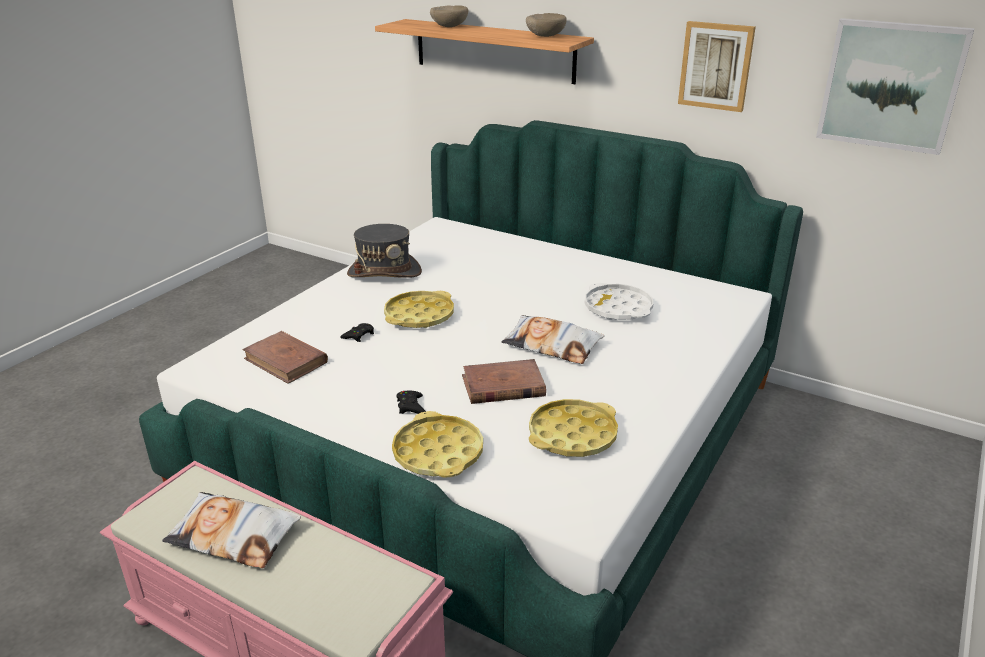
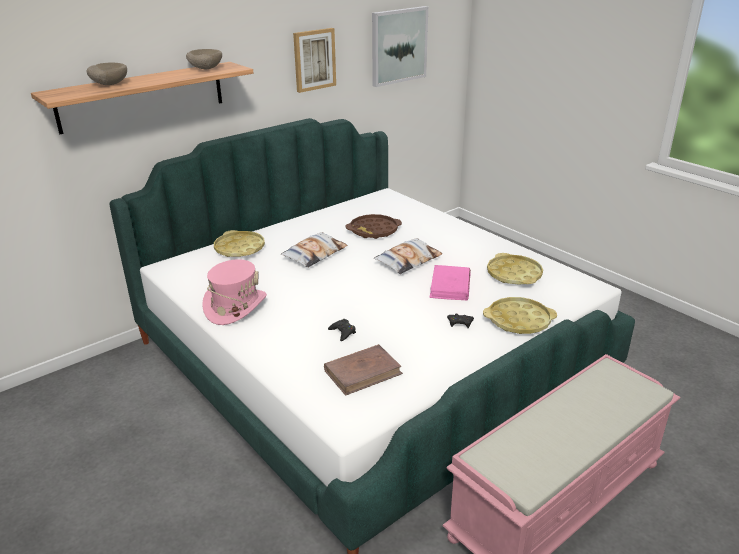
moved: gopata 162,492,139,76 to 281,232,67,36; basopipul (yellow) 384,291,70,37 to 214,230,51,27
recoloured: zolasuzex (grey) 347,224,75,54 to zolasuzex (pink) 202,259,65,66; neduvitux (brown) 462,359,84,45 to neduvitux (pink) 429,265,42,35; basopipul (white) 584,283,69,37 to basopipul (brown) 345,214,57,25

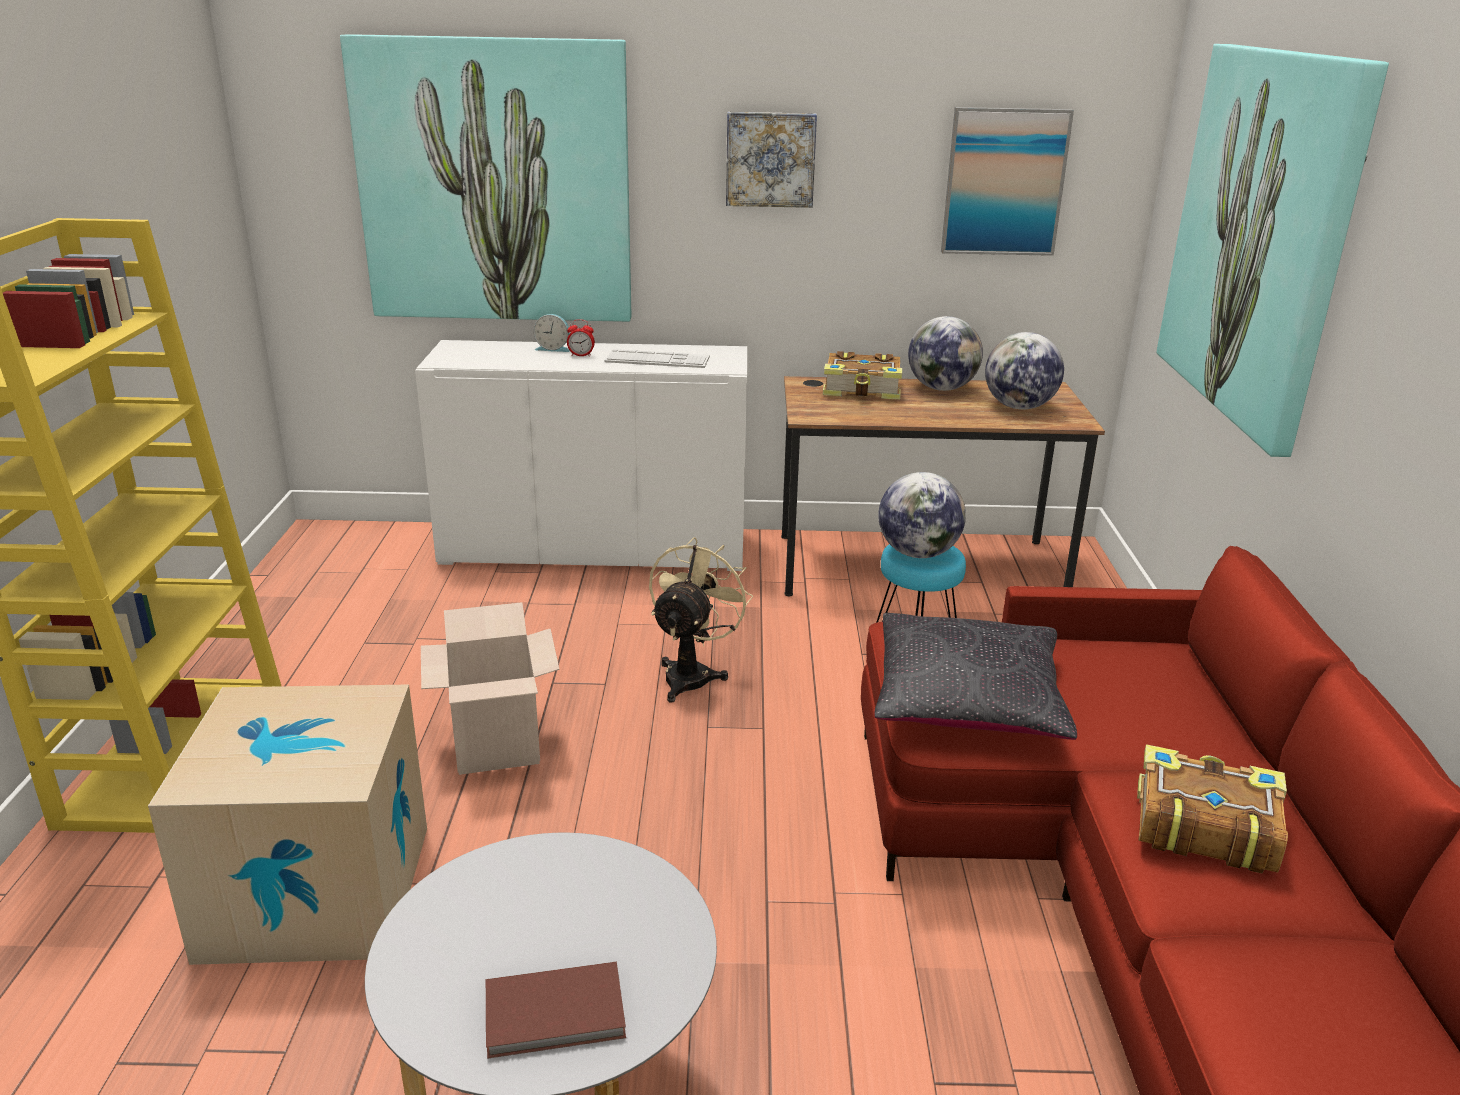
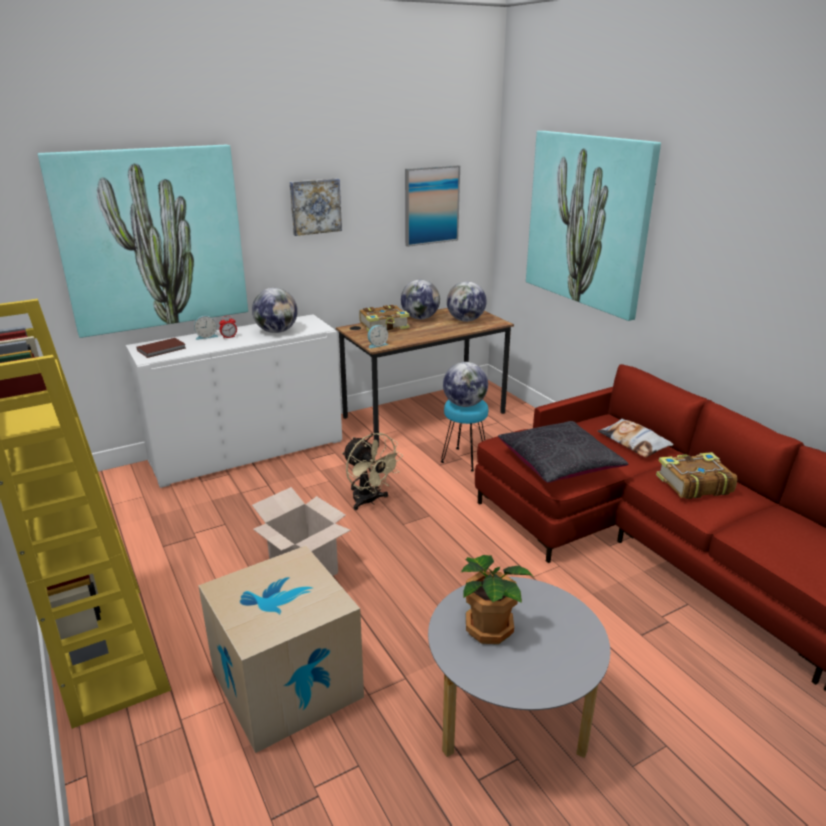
added: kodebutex 368,325,20,23; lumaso 461,555,73,89; gopata 598,419,76,38
moved: neduvitux (brown) 486,962,140,97 to 136,338,50,20
replaced: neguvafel 605,349,105,19 to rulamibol 252,288,46,45
turned: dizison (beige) 649,537,104,166 = 342,433,61,77 150 degrees clockwise

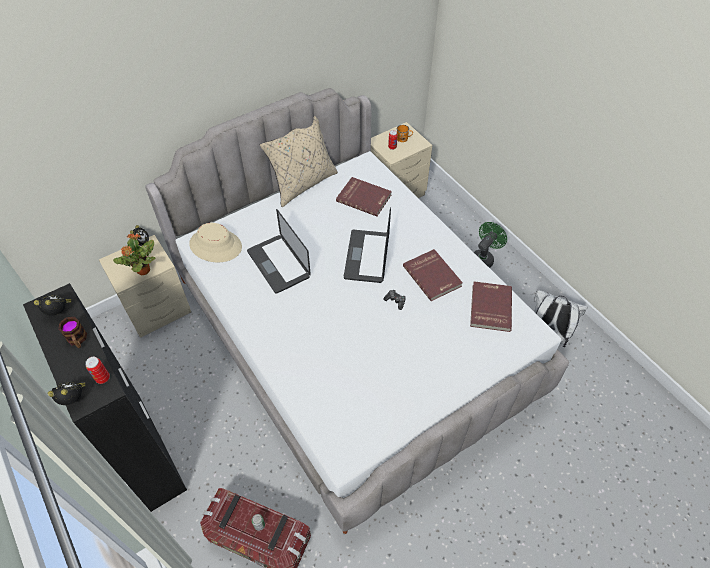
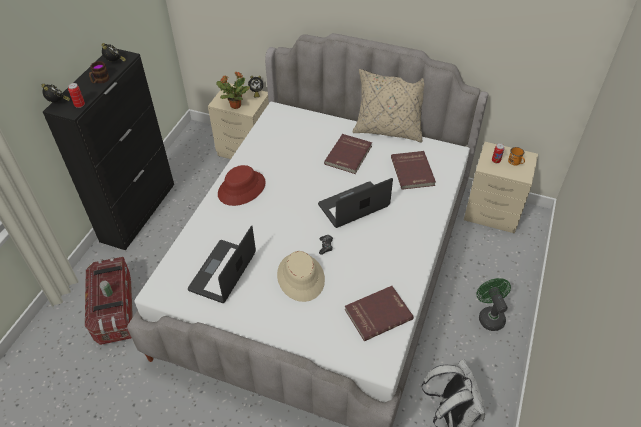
added: zolasuzex (red) 218,165,48,41
moved: zolasuzex (beige) 189,223,53,39 to 277,251,48,51; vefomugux 247,209,64,85 to 188,226,68,77; neduvitux (red) 403,249,60,52 to 324,134,48,40
turned: dizison (green) 474,222,33,46 = 476,278,35,53 105 degrees counterclockwise

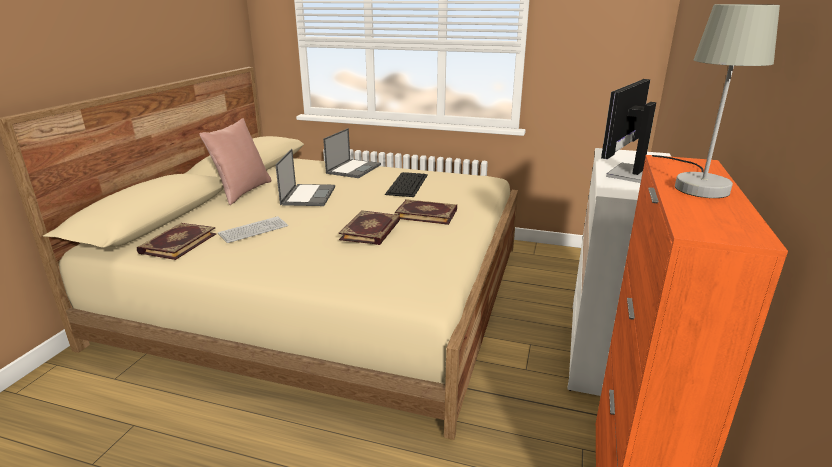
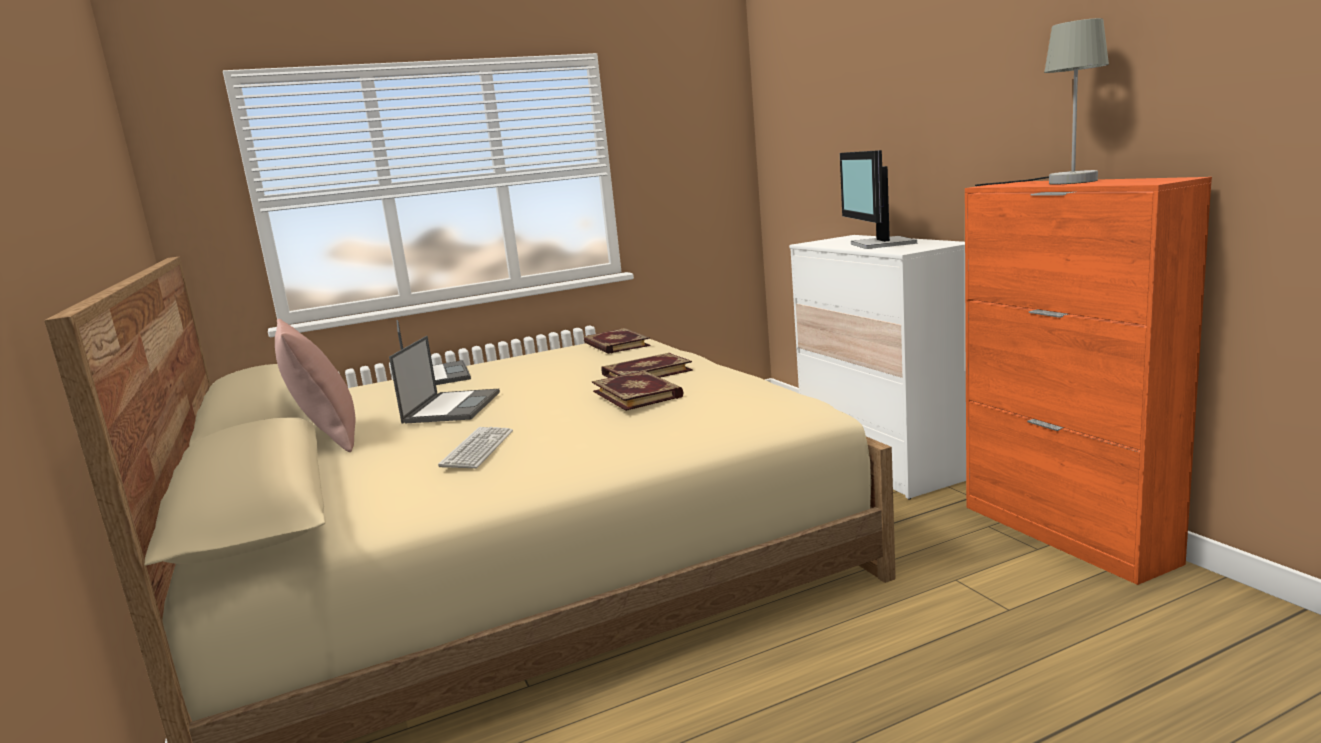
removed: neguvafel 385,172,43,25
moved: neduvitux 137,223,79,37 to 584,328,67,26
turned: vefomugux 276,149,59,57 = 389,336,111,88 45 degrees clockwise

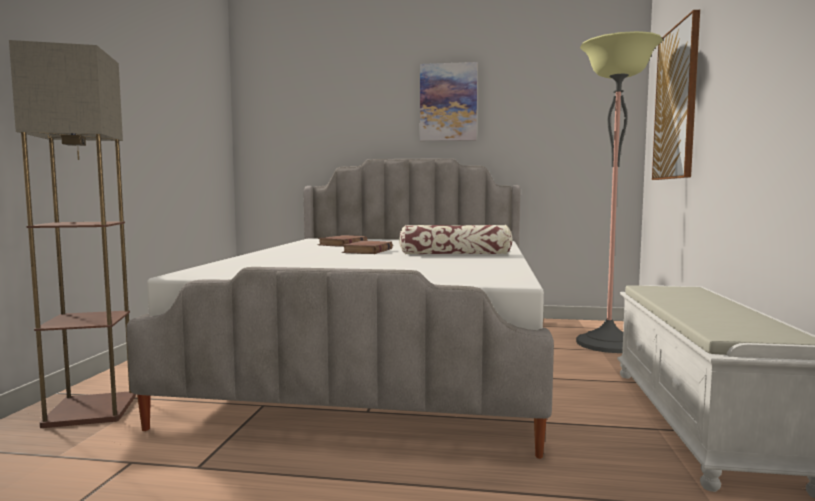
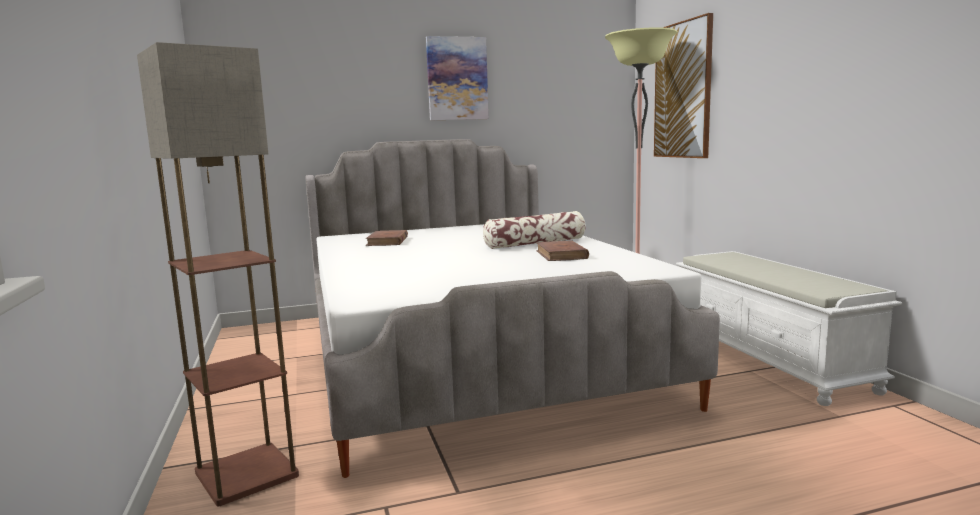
moved: neduvitux (brown) 342,241,51,13 to 536,240,53,21

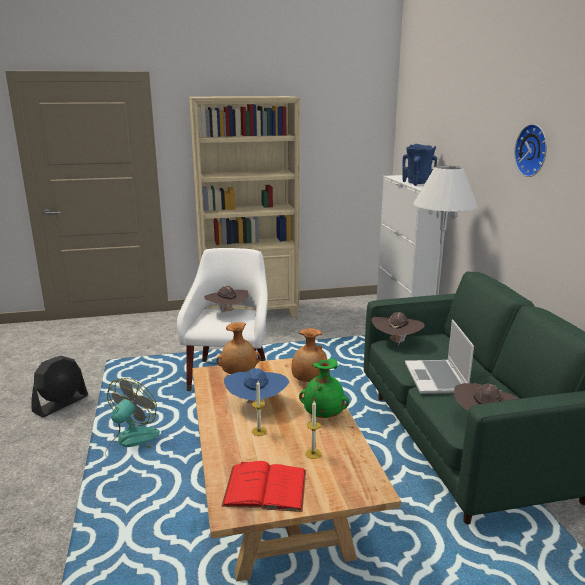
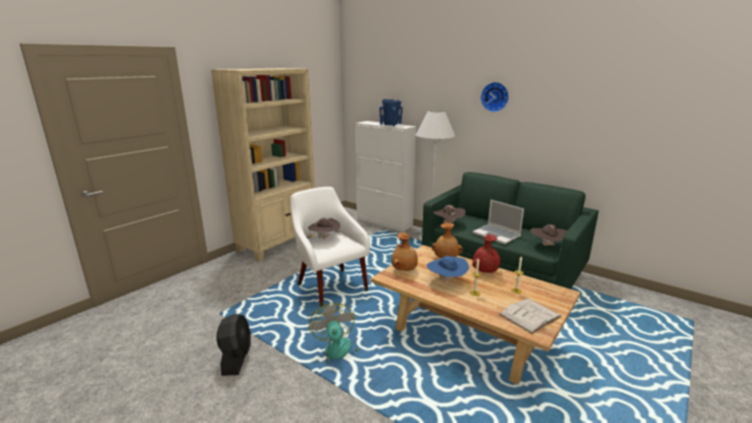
recoloured: neduvitux (red) 221,461,85,51 to neduvitux (white) 499,299,63,35; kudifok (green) 299,358,50,60 to kudifok (red) 472,234,28,39

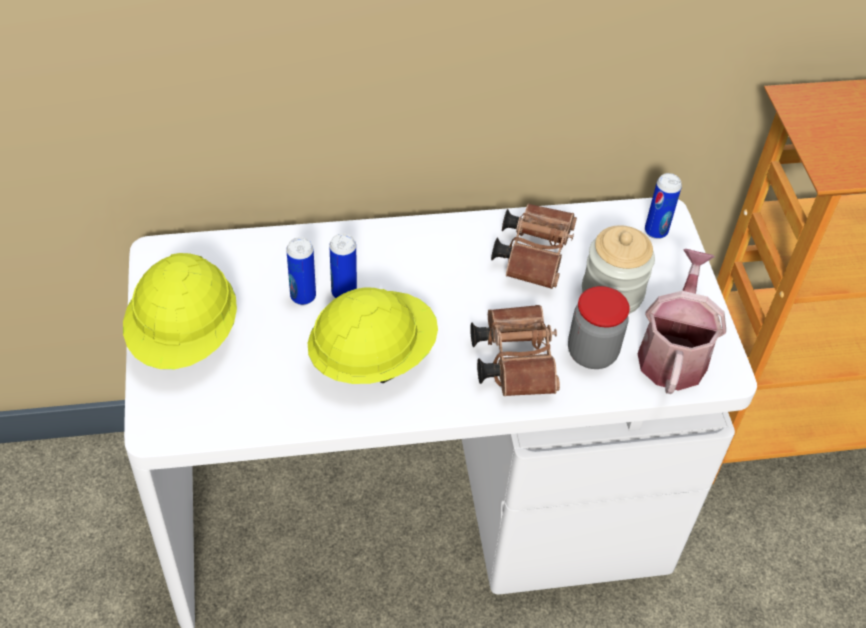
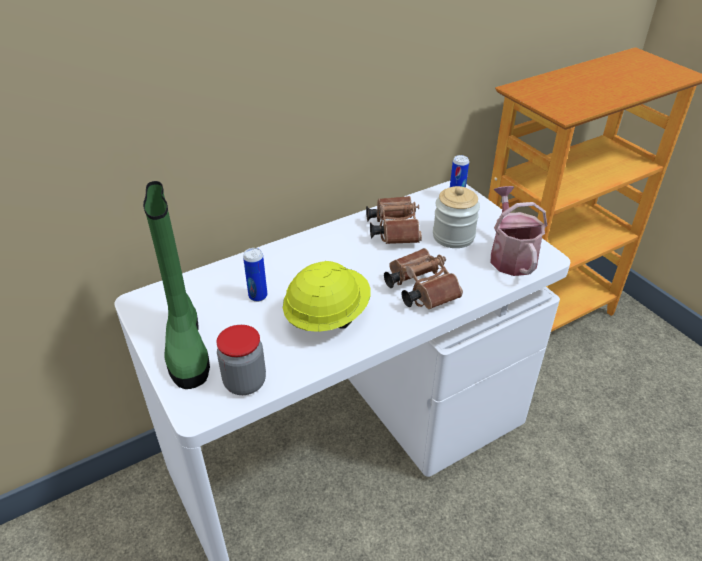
removed: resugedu 329,233,28,65
moved: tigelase 568,286,62,83 to 216,325,50,70
replaced: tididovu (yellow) 123,253,114,116 to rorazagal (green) 143,181,67,208

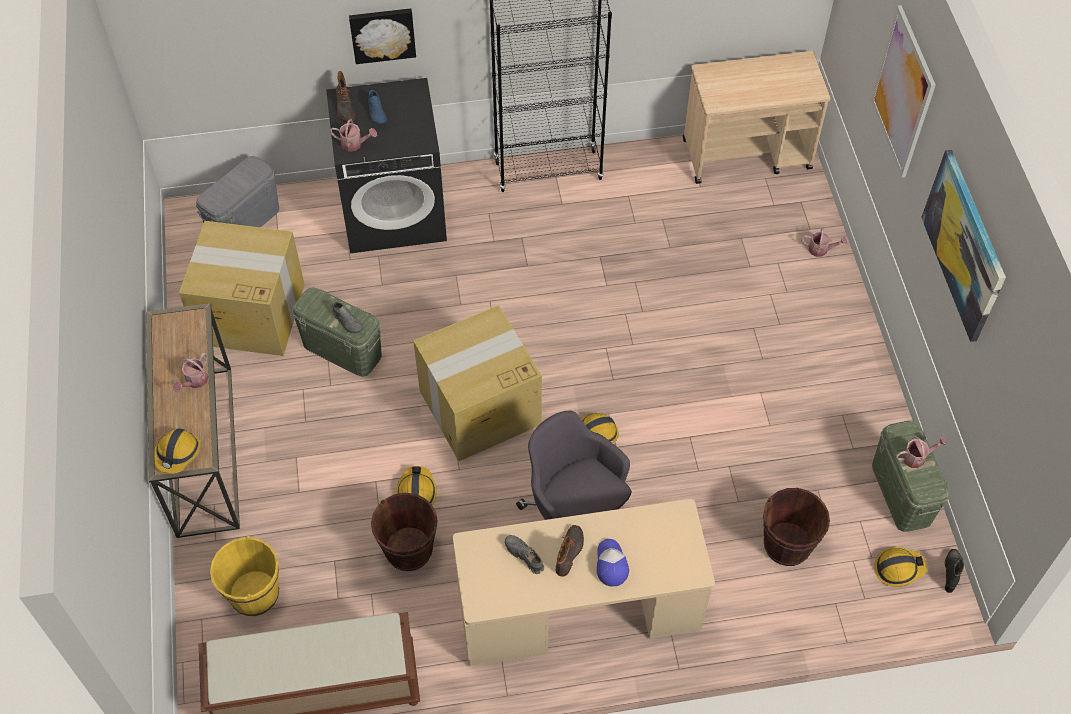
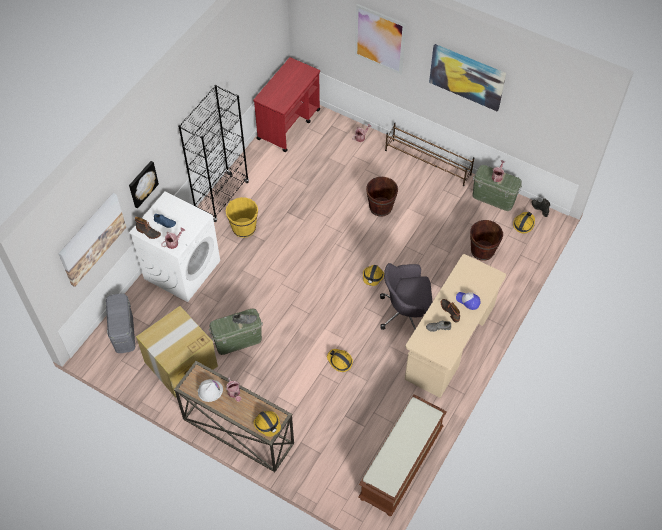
removed: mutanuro 413,305,129,156
added: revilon 58,193,68,94; tididovu (white) 198,379,25,23; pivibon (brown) 385,123,89,63
moved: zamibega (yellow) 210,536,69,80 to 226,197,32,41; zamibega (brown) 371,493,67,78 to 366,177,32,40
recoloured: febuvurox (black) 326,78,121,175 to febuvurox (white) 129,192,91,110; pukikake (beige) 683,51,148,133 to pukikake (red) 253,57,67,95

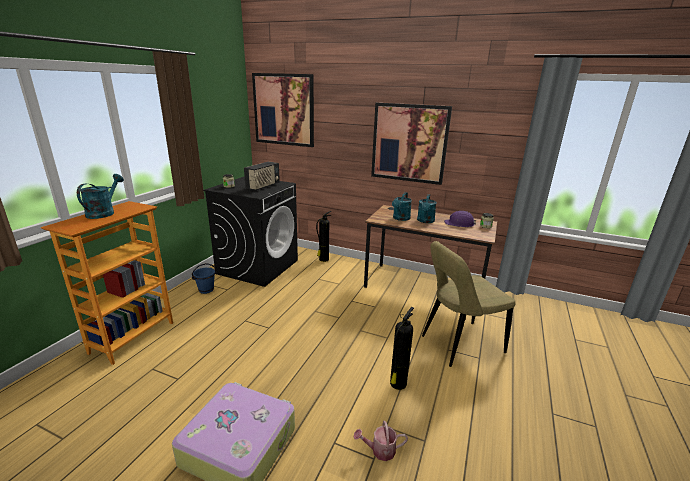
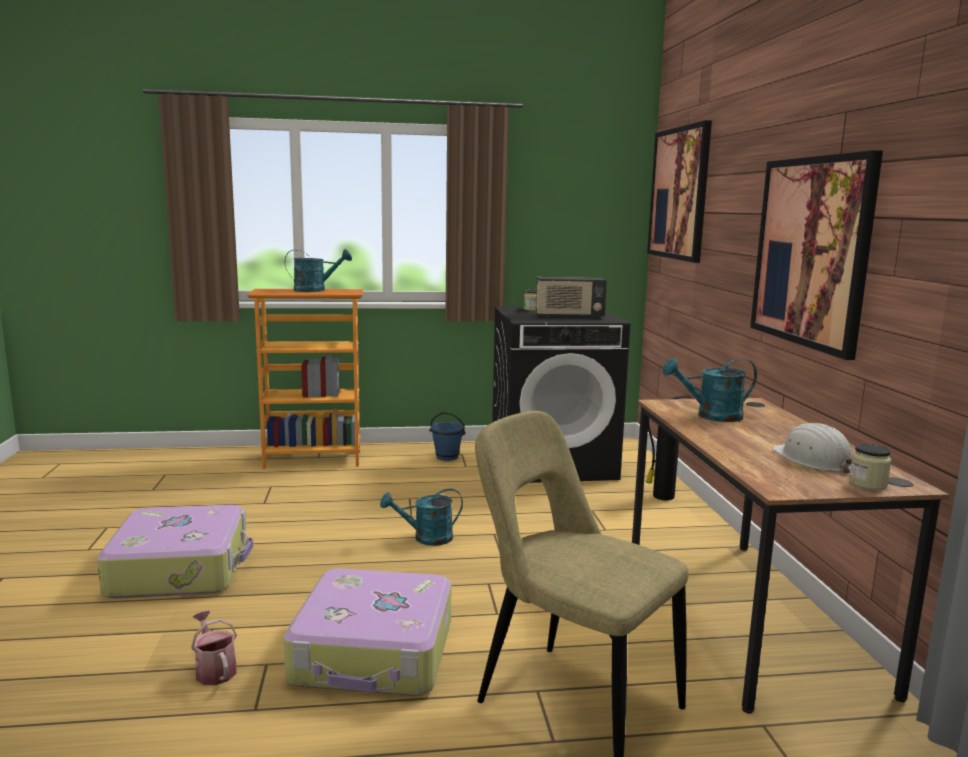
moved: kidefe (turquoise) 417,194,20,29 to 380,488,83,58
replaced: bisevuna 390,307,24,83 to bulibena 283,568,169,128
recoloured: tididovu (purple) 444,211,32,16 to tididovu (white) 772,423,80,50

